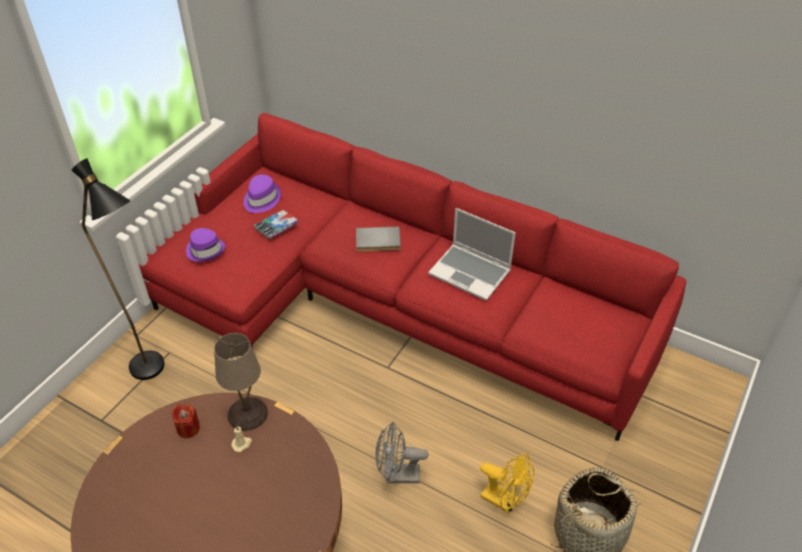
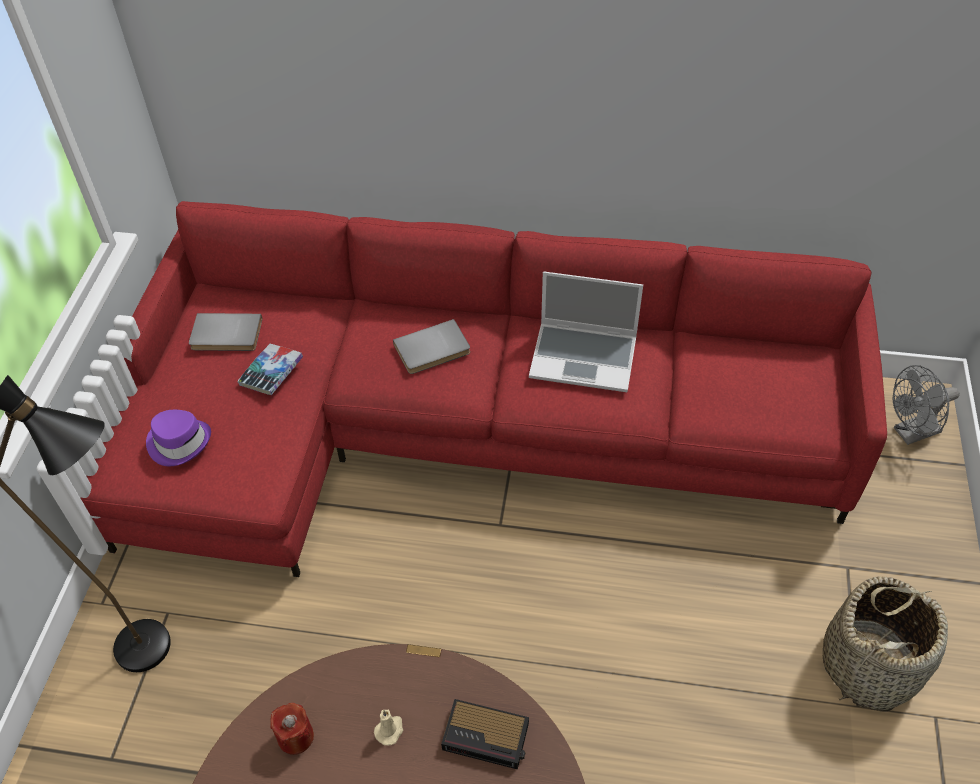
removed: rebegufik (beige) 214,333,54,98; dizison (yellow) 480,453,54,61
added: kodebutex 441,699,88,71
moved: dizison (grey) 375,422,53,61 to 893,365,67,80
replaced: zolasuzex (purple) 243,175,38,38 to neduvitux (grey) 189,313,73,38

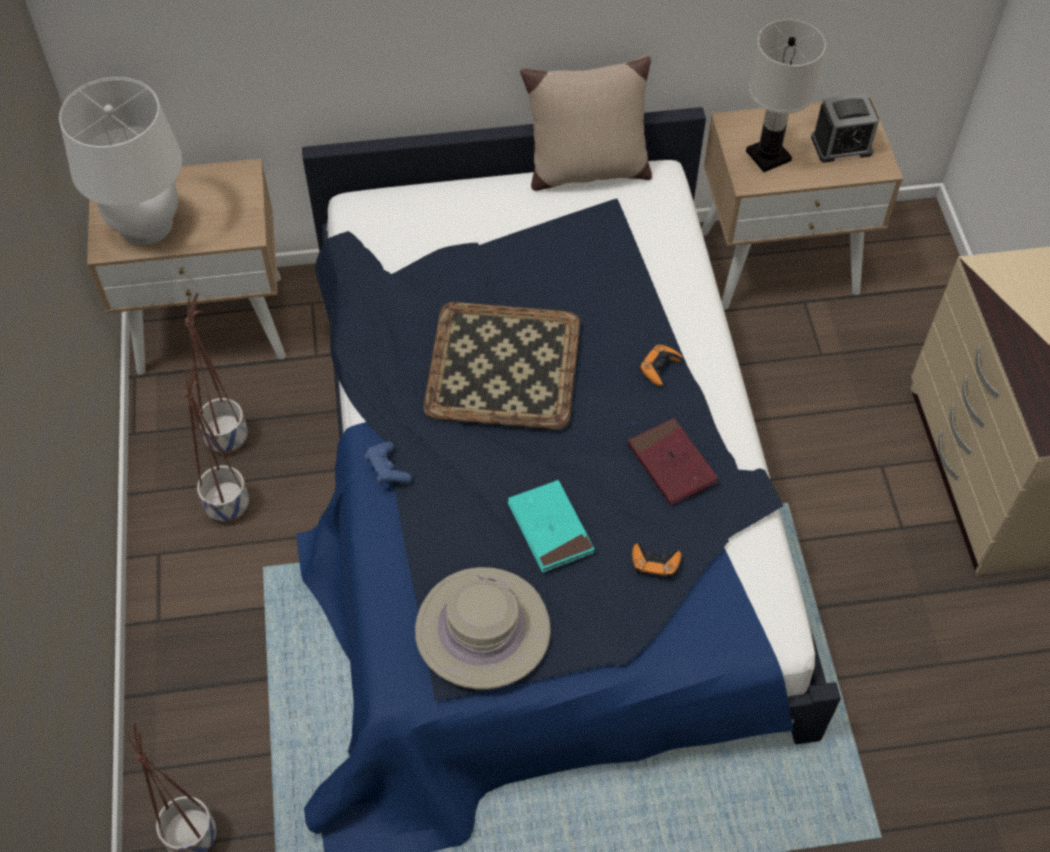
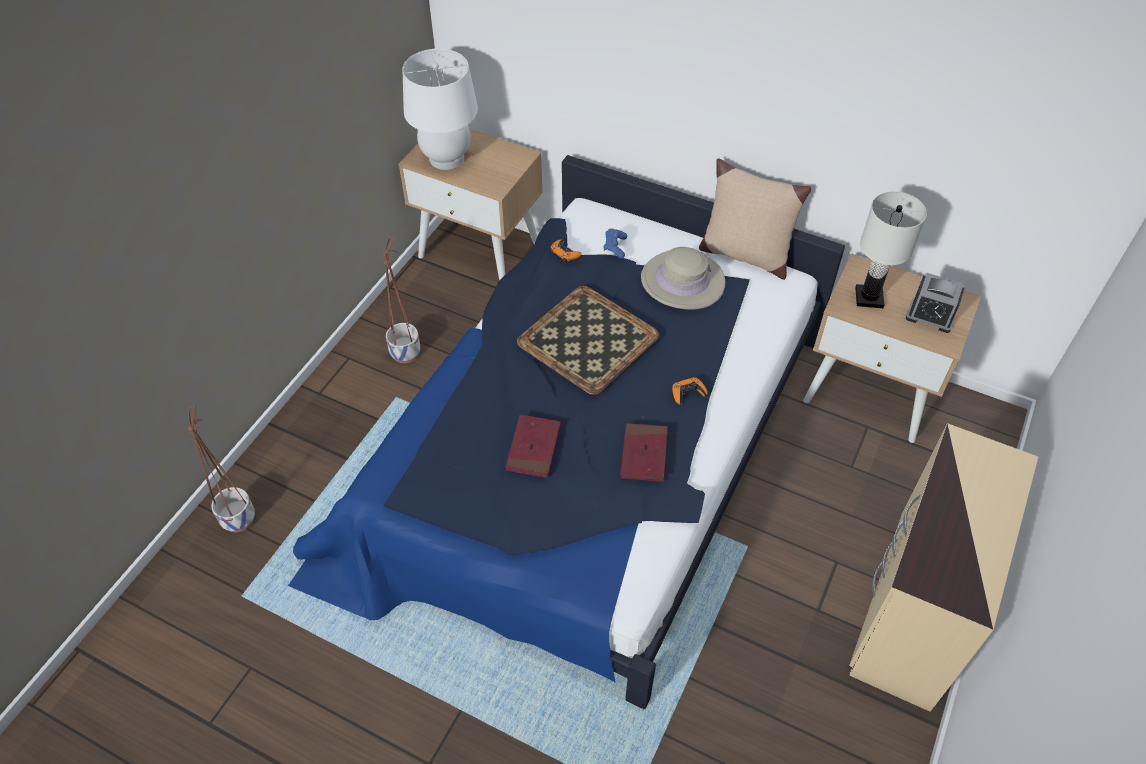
removed: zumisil 185,292,62,162
moved: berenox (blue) 365,442,47,43 to 604,228,23,31; zolasuzex (beige) 415,567,136,123 to 641,247,84,63; berenox (orange) 632,543,49,36 to 550,239,31,24
recoloured: neduvitux (turquoise) 508,480,87,93 to neduvitux (red) 506,414,55,64

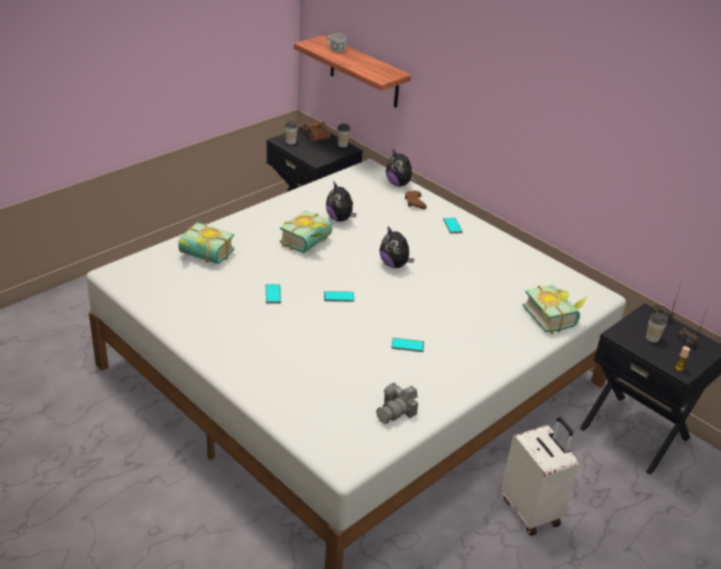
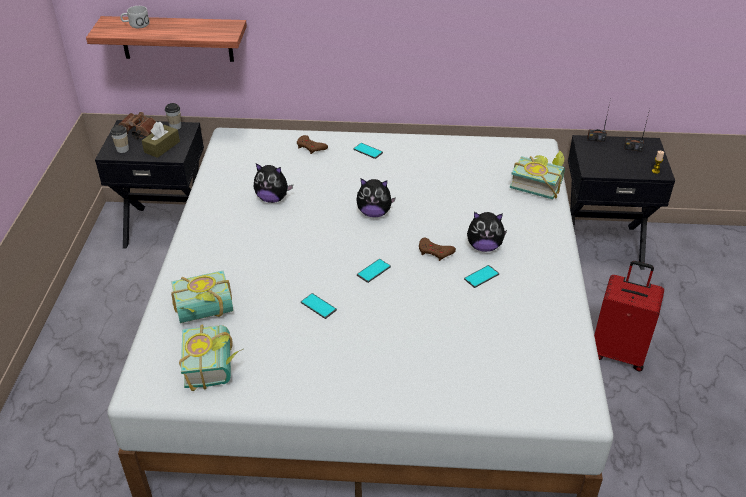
removed: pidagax 376,383,42,41; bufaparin 646,313,22,29
added: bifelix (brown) 142,122,38,36; berenox (brown) 419,238,37,23
moved: neduvitux 280,210,52,43 to 179,324,64,67; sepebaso 386,149,31,37 to 467,212,40,40
recoloured: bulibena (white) 501,417,78,119 to bulibena (red) 594,261,70,111

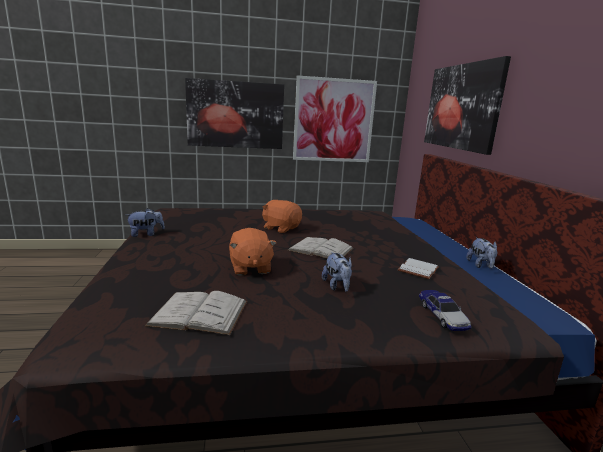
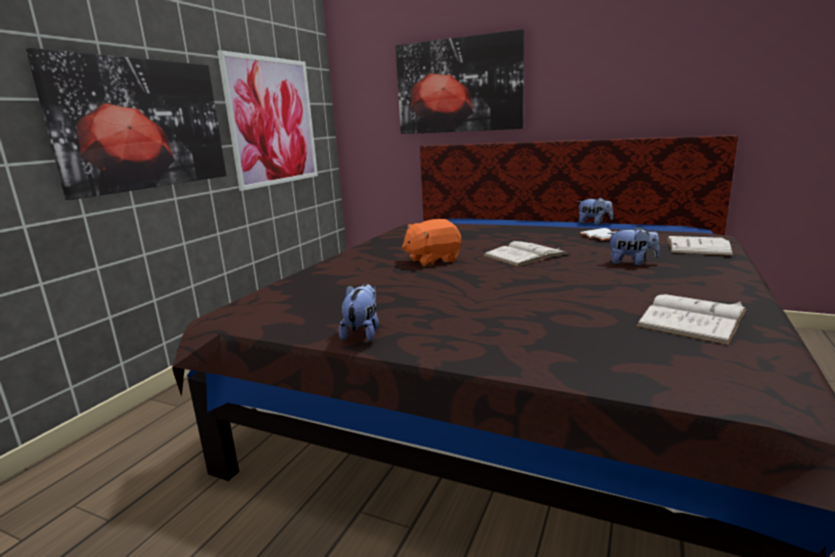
removed: sepebaso (orange) 229,228,48,48
replaced: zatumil 419,290,52,41 to neduvitux (white) 667,236,66,20

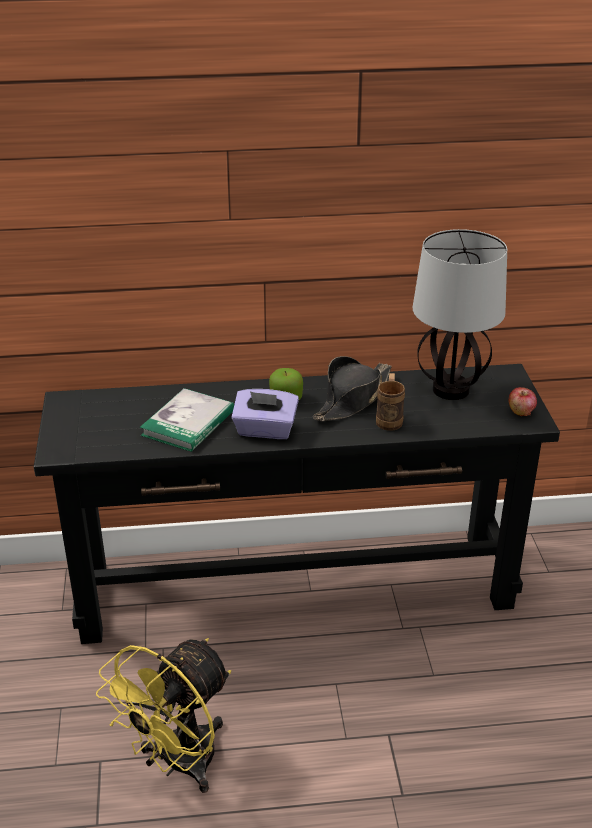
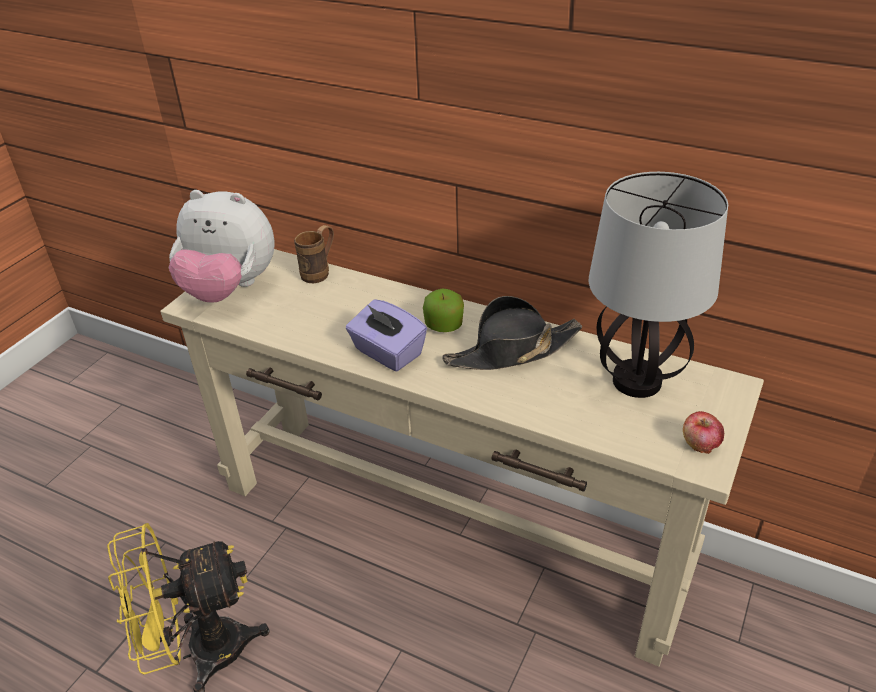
removed: neduvitux 140,388,94,64
added: sepebaso 169,190,106,113
moved: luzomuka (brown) 376,373,29,58 to 294,225,40,58
recoloured: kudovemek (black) 34,364,526,280 to kudovemek (beige) 160,249,604,418

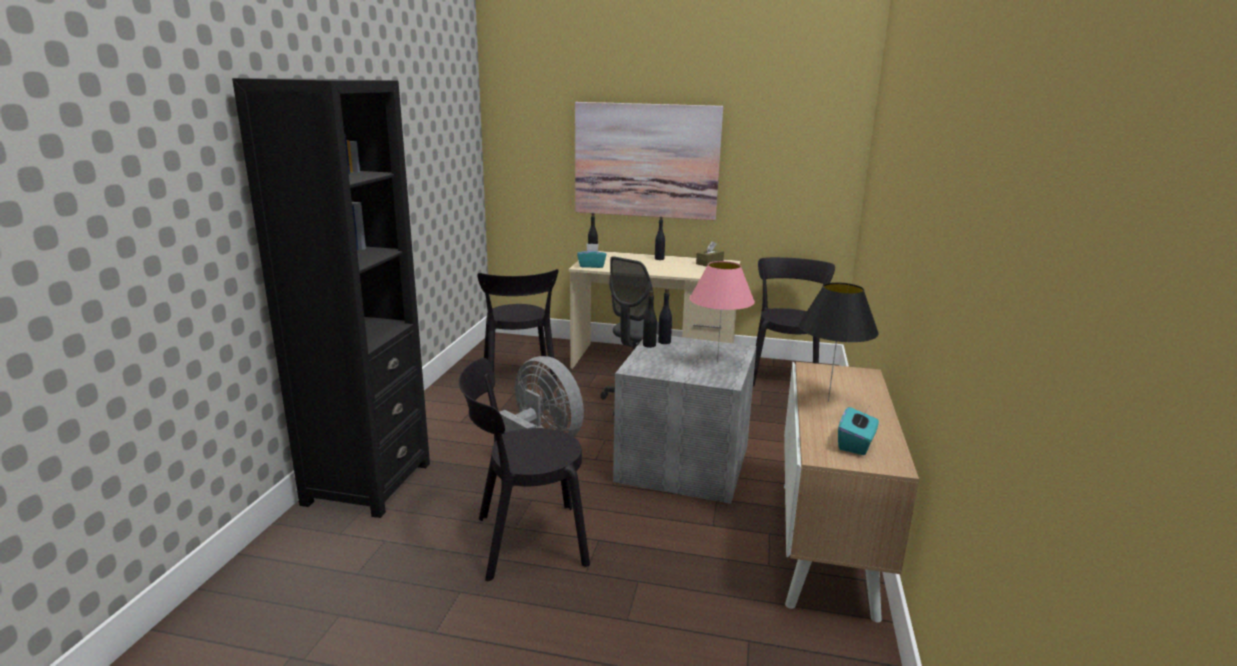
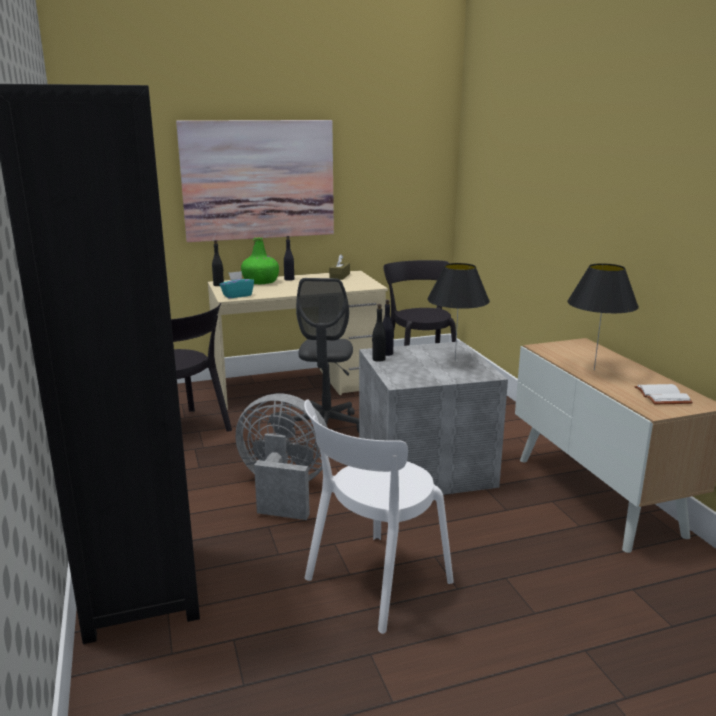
added: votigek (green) 241,237,38,47
replaced: bifelix (turquoise) 838,407,41,48 to neduvitux (white) 635,384,58,20
recoloured: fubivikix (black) 459,358,131,223 to fubivikix (white) 304,399,150,235; rebegufik (pink) 690,261,65,102 to rebegufik (black) 427,263,63,98

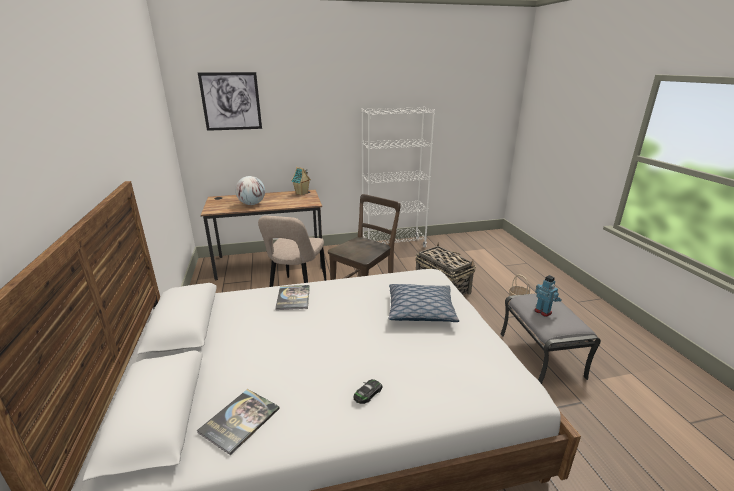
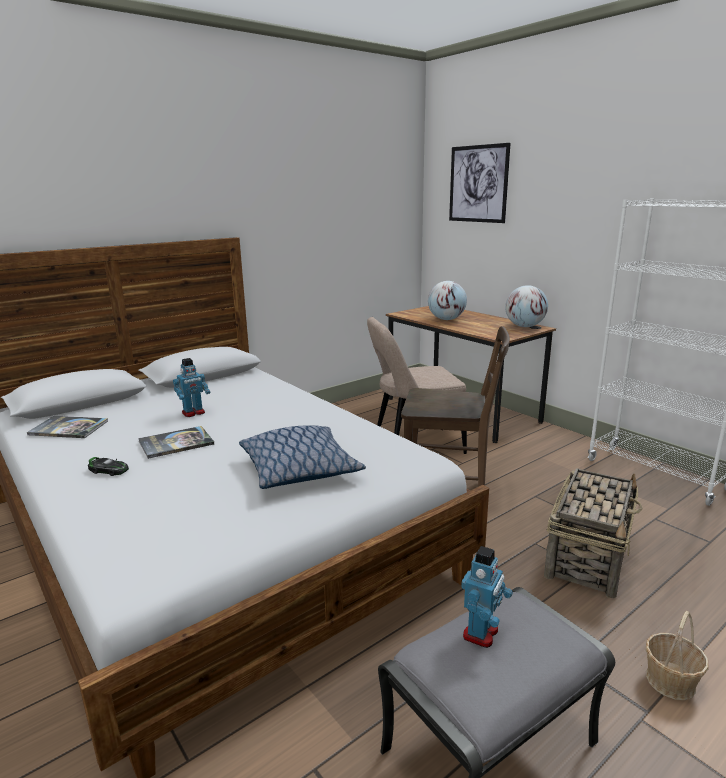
added: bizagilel 173,358,37,59
moved: neduvitux 275,285,35,25 to 138,426,76,33
replaced: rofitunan 291,167,20,28 to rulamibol 505,285,43,42

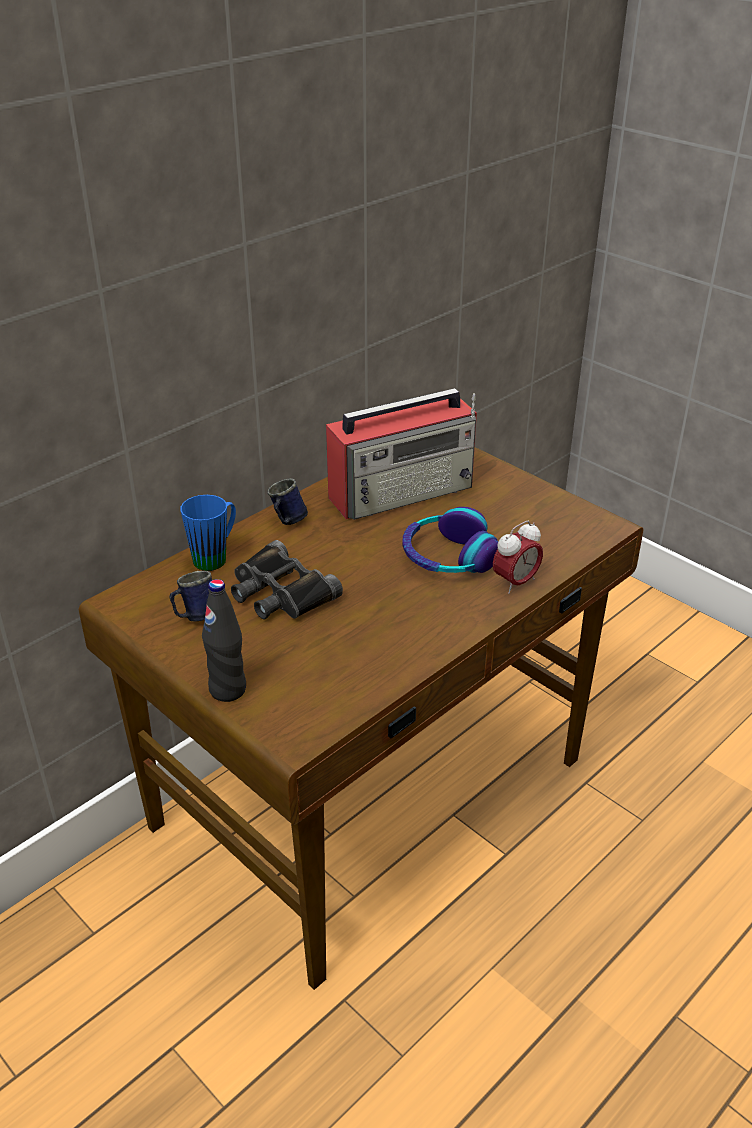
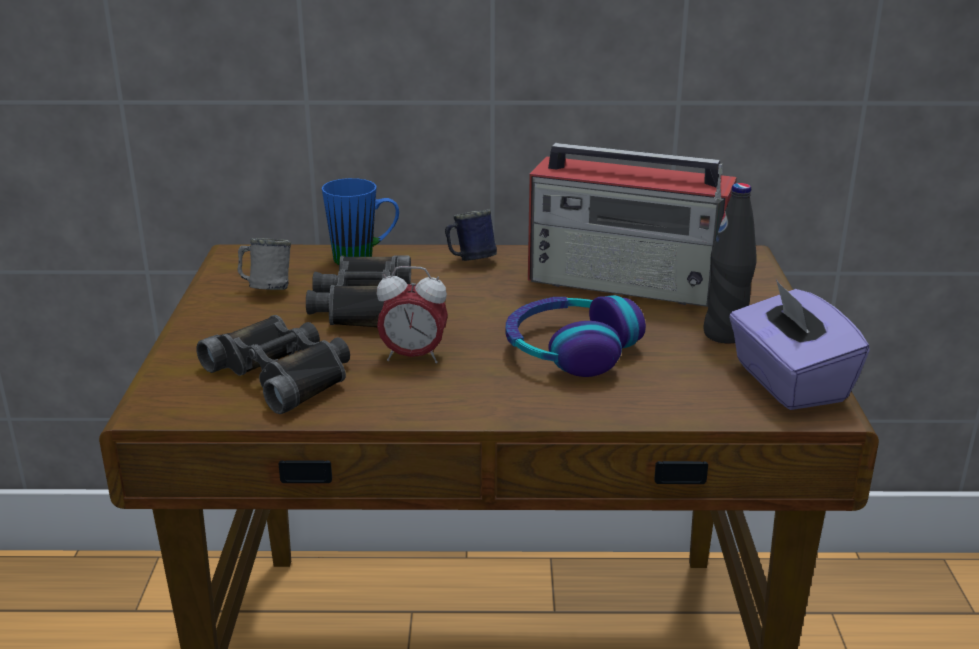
added: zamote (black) 196,315,154,99; bifelix (purple) 729,280,141,130
moved: votigek (black) 202,579,44,123 to 703,183,53,161; kodebutex 493,521,50,73 to 377,266,71,97
recoloured: luzomuka (blue) 169,571,43,51 to luzomuka (grey) 238,238,53,52

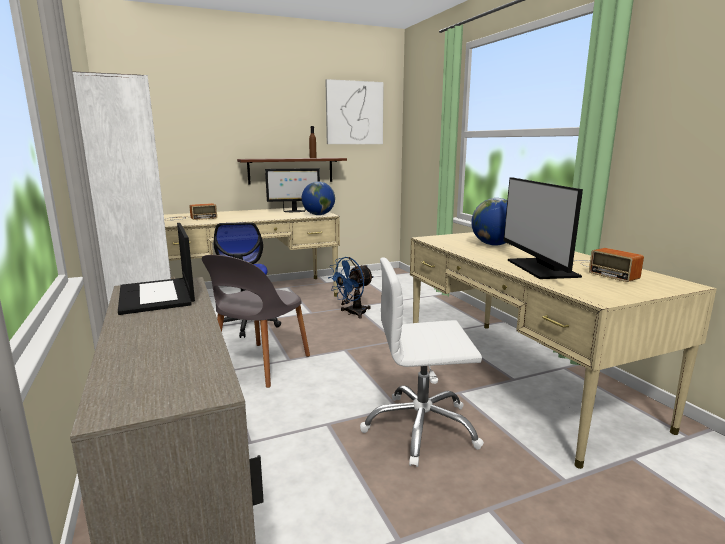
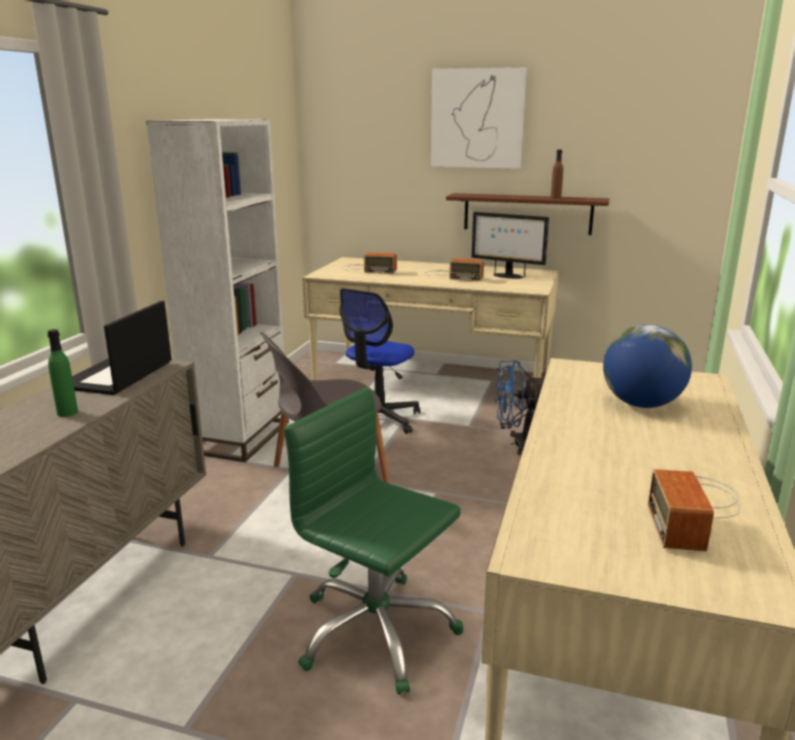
removed: rulamibol 302,181,33,34; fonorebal 503,177,80,102
added: votigek (green) 47,329,31,88; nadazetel 425,258,59,23
moved: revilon 325,79,59,65 to 430,67,97,102
recoloured: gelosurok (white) 360,257,124,210 to gelosurok (green) 284,388,180,307

